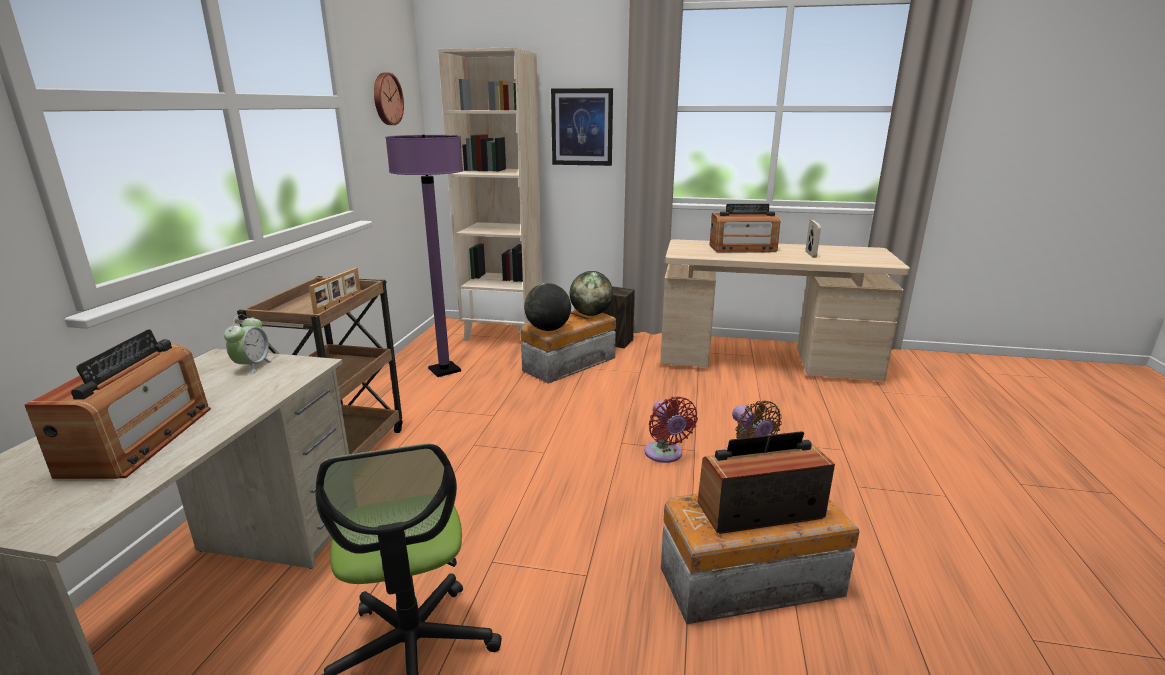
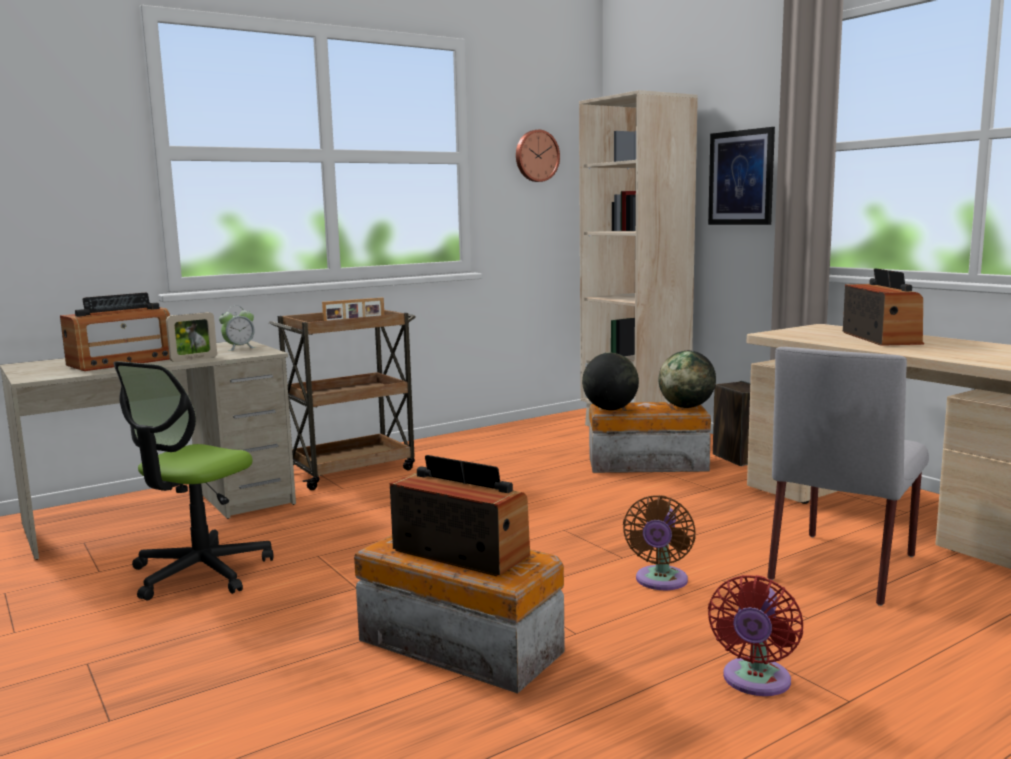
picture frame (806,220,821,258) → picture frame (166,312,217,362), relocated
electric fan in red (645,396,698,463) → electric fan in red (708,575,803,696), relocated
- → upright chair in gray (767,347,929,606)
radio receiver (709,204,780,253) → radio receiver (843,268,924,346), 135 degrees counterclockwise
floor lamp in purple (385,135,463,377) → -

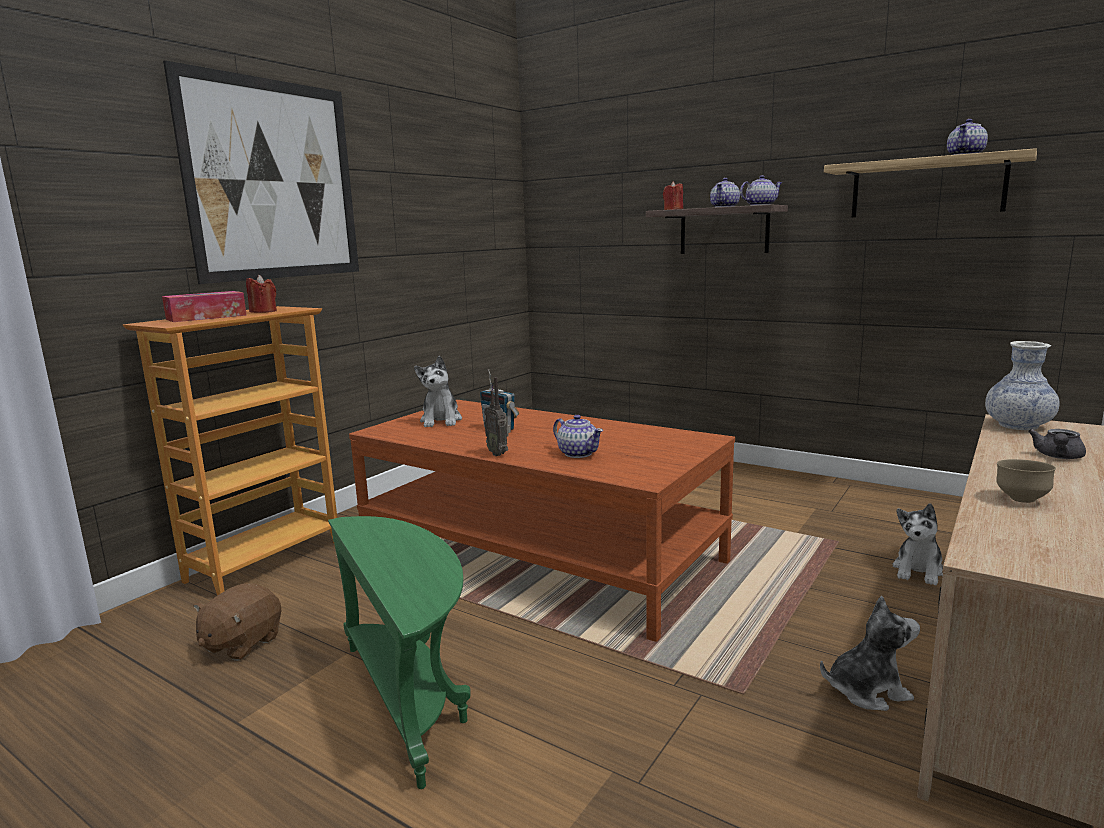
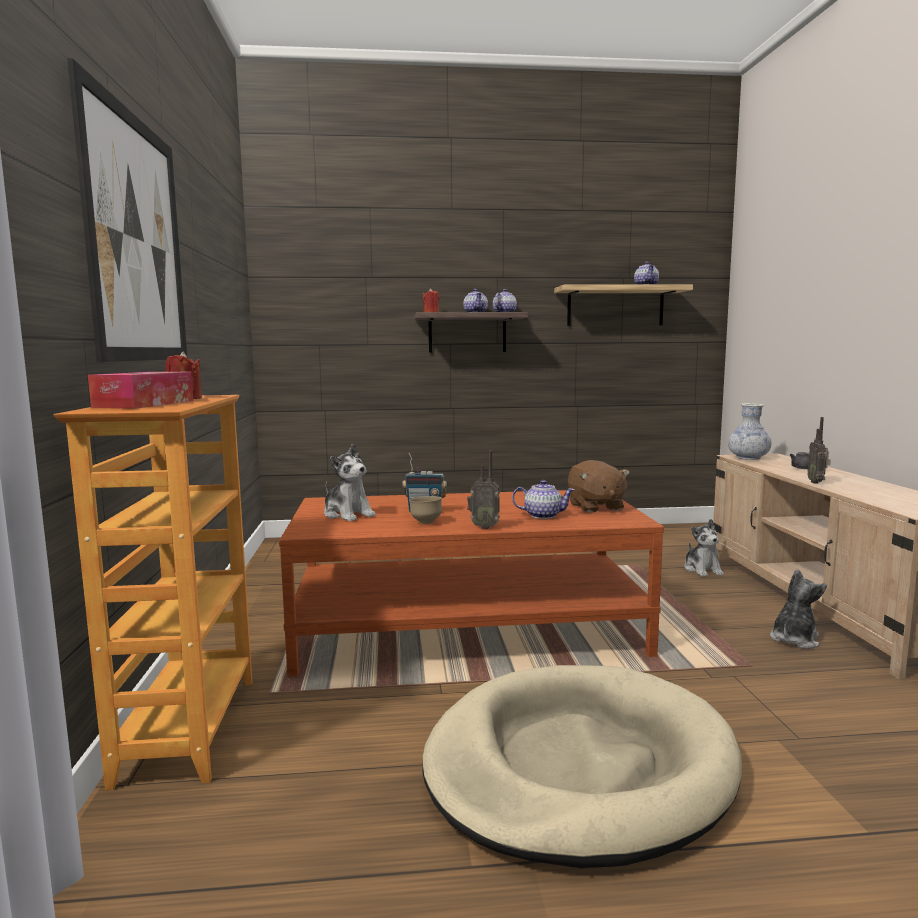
serving bowl in brown (996,459,1056,503) → serving bowl in brown (409,496,442,524), relocated
accent table in greenish (328,516,470,789) → pet bed in beige (423,665,742,868)
soft toy in brown (193,583,281,661) → soft toy in brown (568,460,630,513), relocated
- → radio receiver (807,417,831,484)

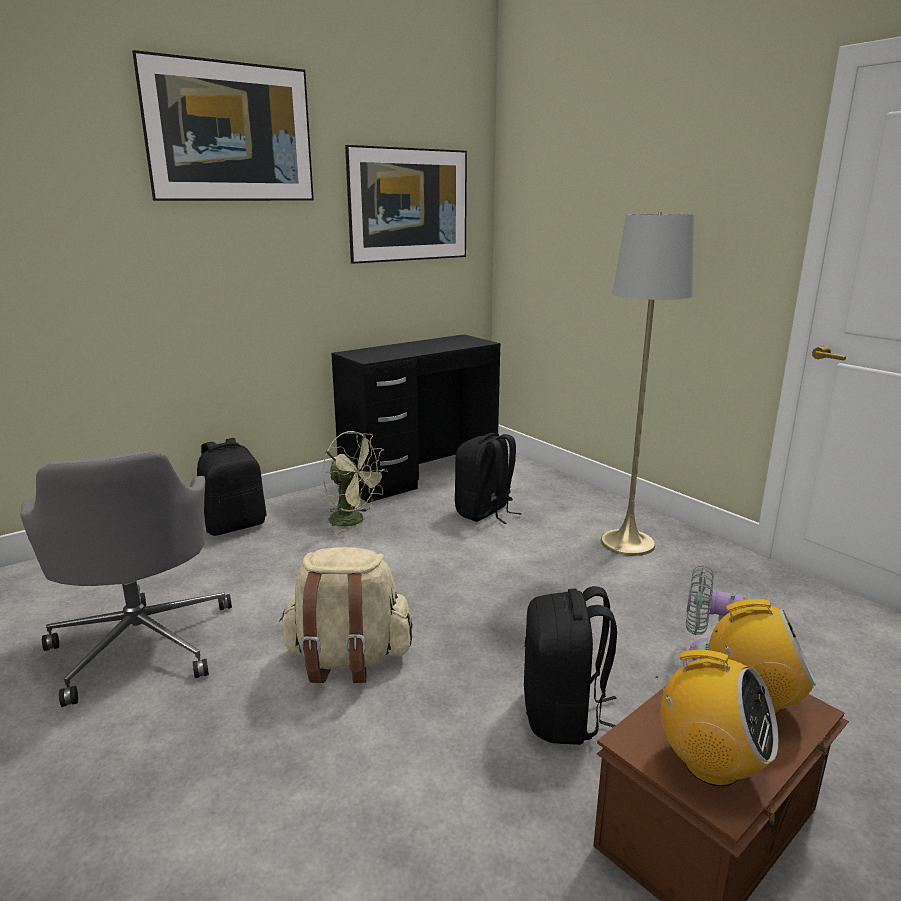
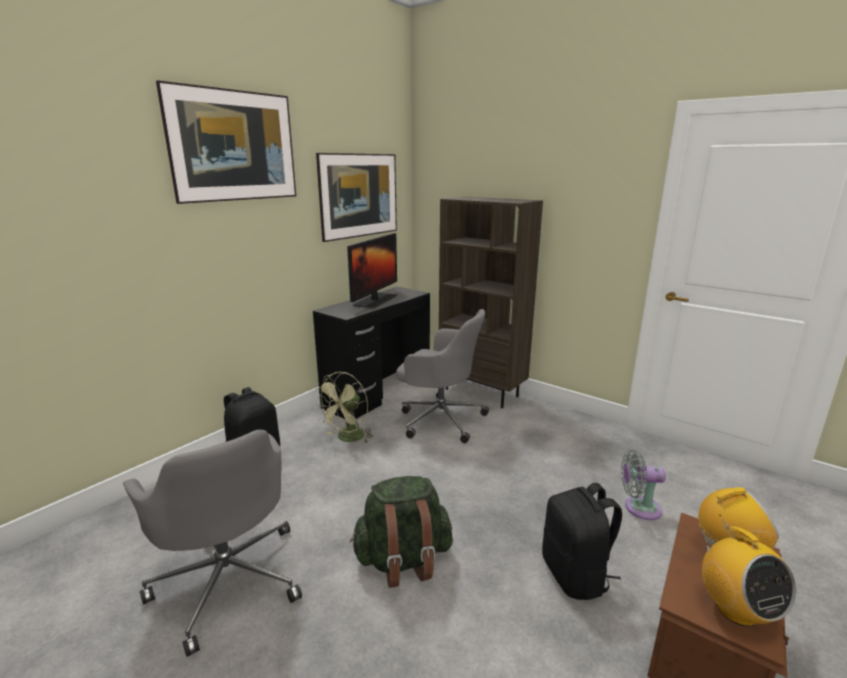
electric fan in greenish (323,431,388,534) → electric fan in greenish (314,372,373,443), 105 degrees clockwise
- → computer screen (347,233,397,309)
backpack in beige (279,547,413,683) → backpack in greenish (350,476,453,588)
backpack in black-coloured (455,433,522,524) → office chair in gray (396,309,489,443)
- → shelving unit in brown (439,197,543,408)
radio receiver (655,650,778,787) → radio receiver (702,526,796,627), 60 degrees clockwise
floor lamp in gray (601,212,695,556) → -

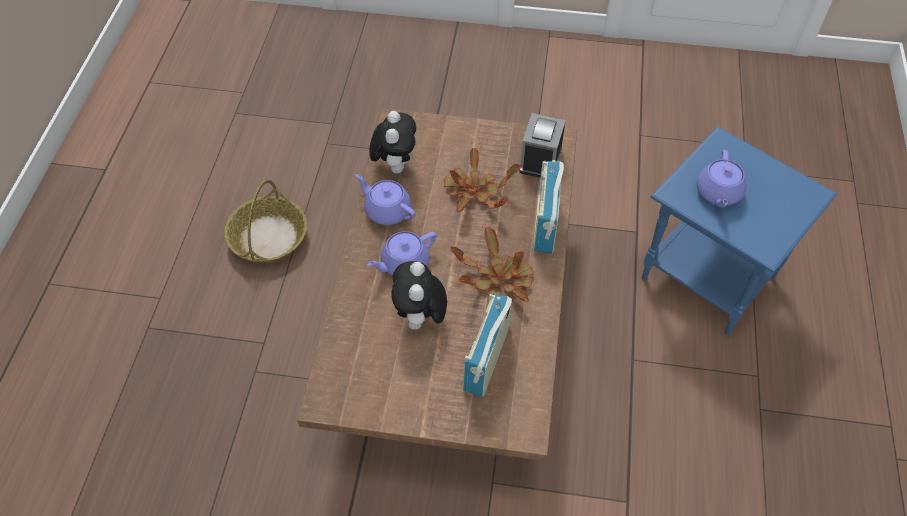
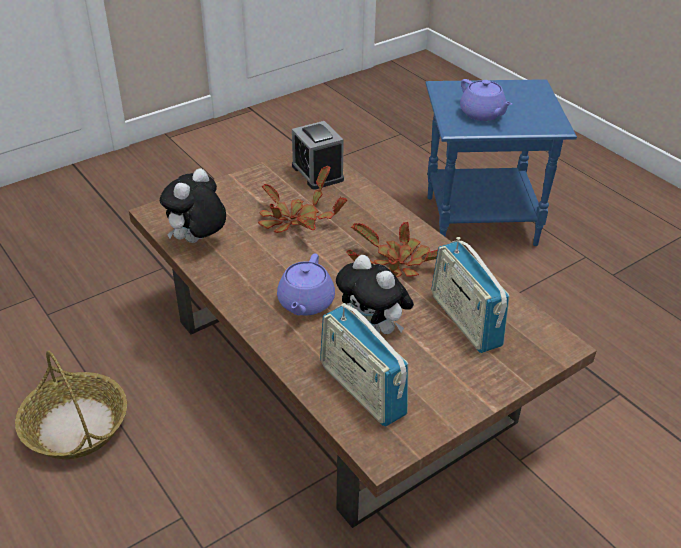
soft toy (369,111,416,173) → soft toy (160,168,226,243), 105 degrees counterclockwise
radio receiver (533,160,564,254) → radio receiver (320,303,408,427), relocated
pot for tea in purple (356,174,416,225) → -

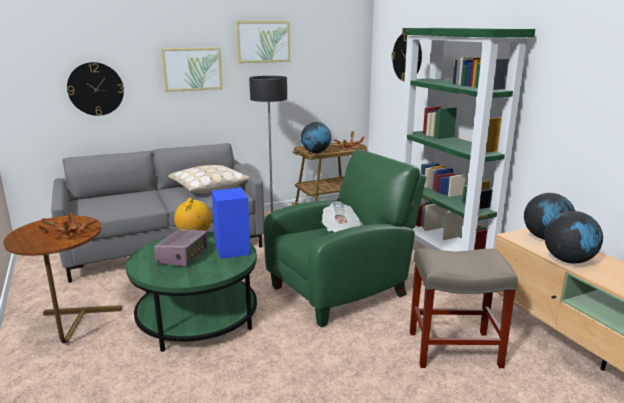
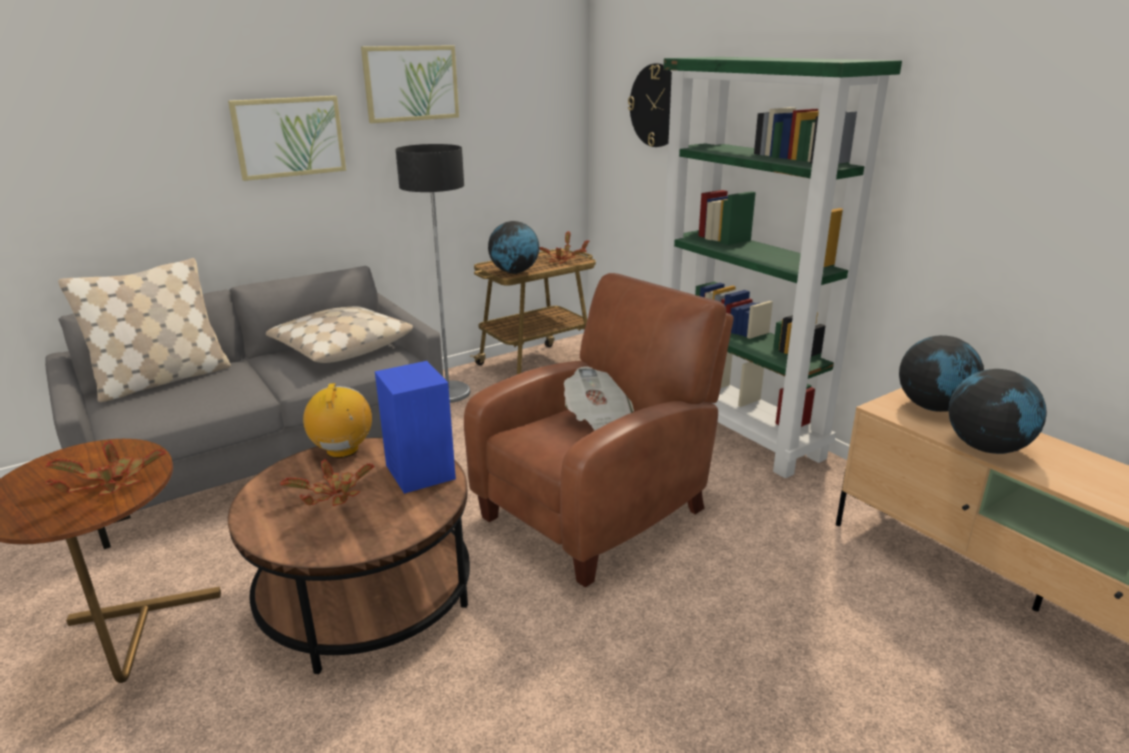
- → pillow in beige (58,258,231,402)
coffee table in greenish (126,232,257,352) → coffee table in brown (228,438,470,674)
radio receiver (154,230,207,266) → potted plant (280,459,375,506)
armchair in greenish (264,150,426,327) → armchair in brown (464,273,733,587)
wall clock (67,62,124,116) → -
stool in beige (410,248,518,368) → -

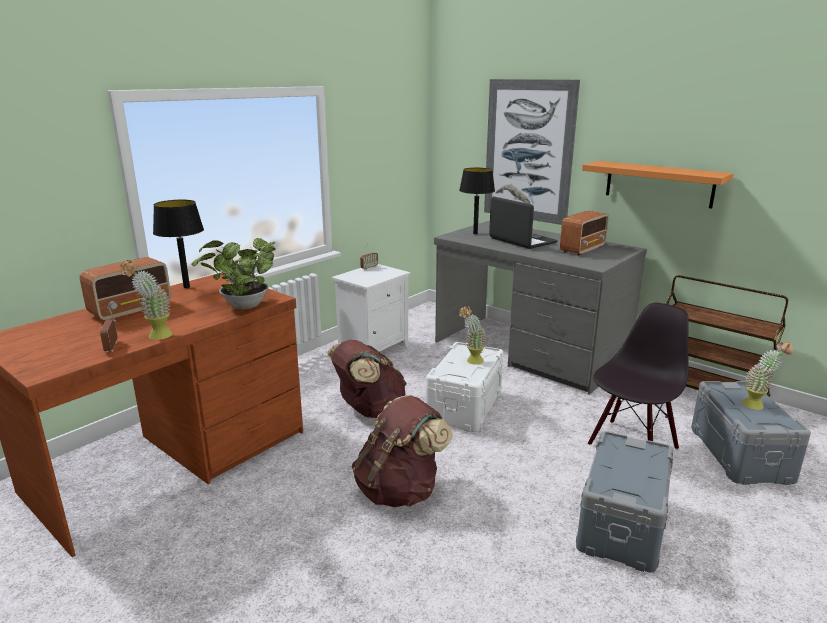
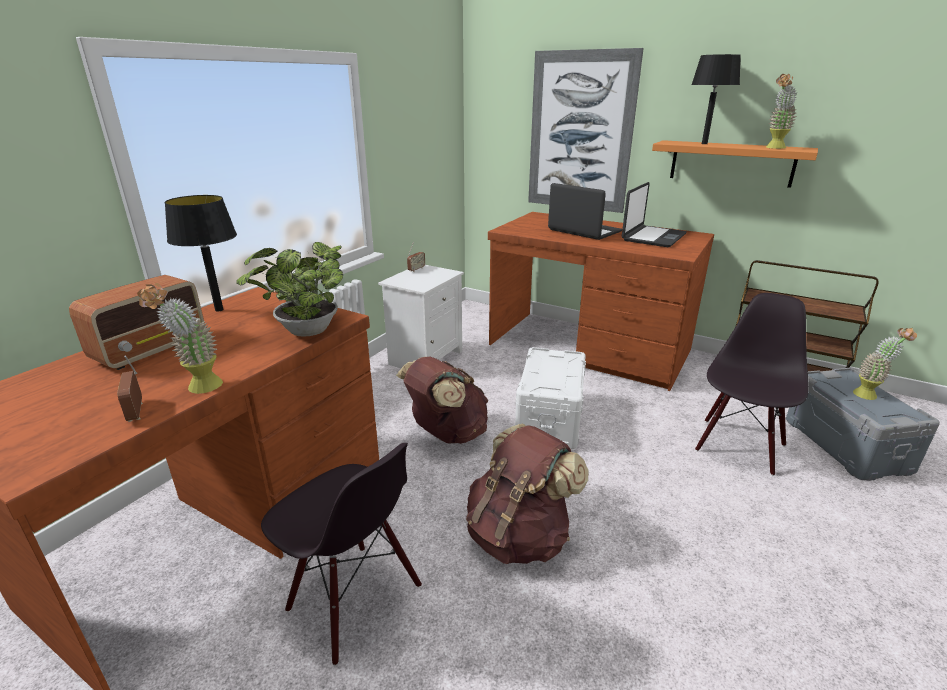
- → upright chair in black-coloured (261,443,422,666)
desk unit in gray (434,221,647,395) → desk unit in brown (488,212,714,391)
radio receiver (560,211,609,256) → notebook computer (622,182,687,247)
table lamp in black-coloured (459,168,495,234) → table lamp in black-coloured (691,54,741,144), relocated
potted plant (459,306,486,365) → potted plant (766,73,797,149), relocated
storage container in gray (576,431,673,573) → -

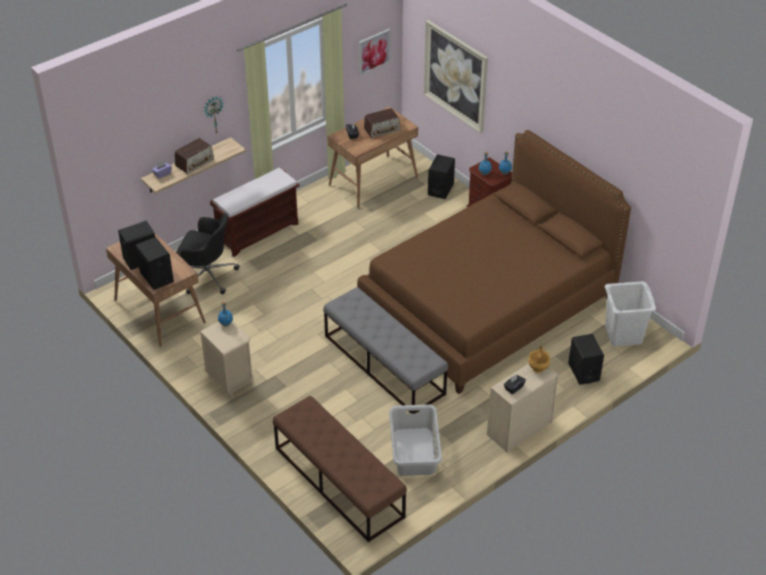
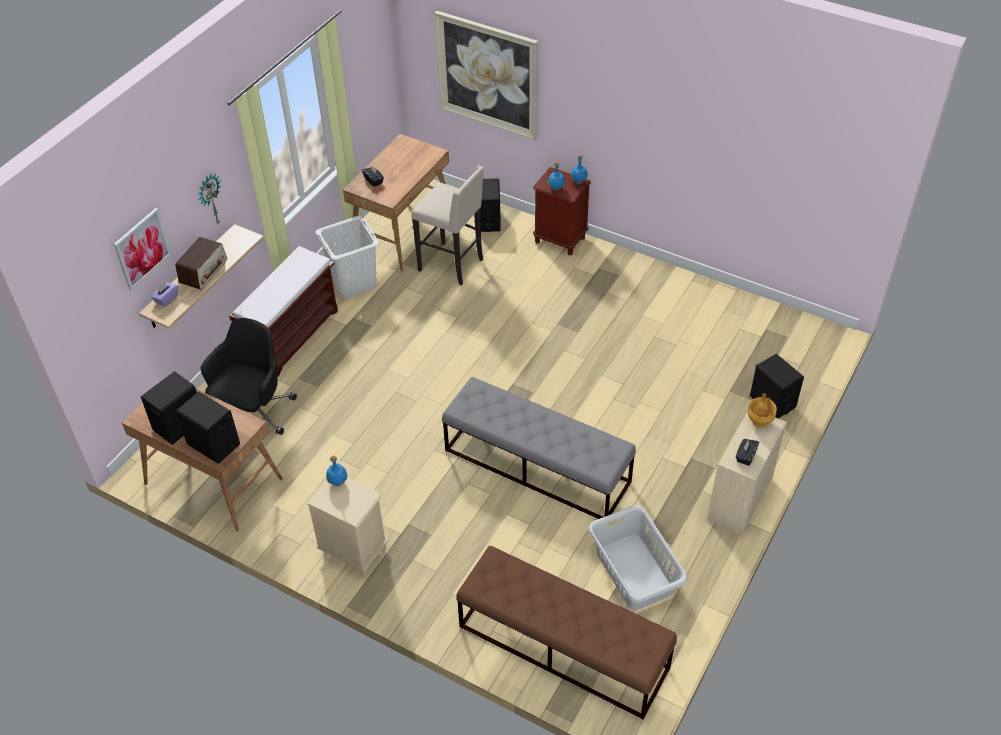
picture (359,29,390,76) → picture (114,208,171,290), relocated
office chair in black-coloured (176,213,240,294) → office chair in black-coloured (201,318,297,435), 60 degrees counterclockwise
washing basket in whitish (605,281,656,346) → washing basket in whitish (315,216,379,298), relocated
- → stool in beige (411,166,484,286)
sleeping bed in brown (357,130,631,394) → -
radio receiver (364,108,400,138) → -

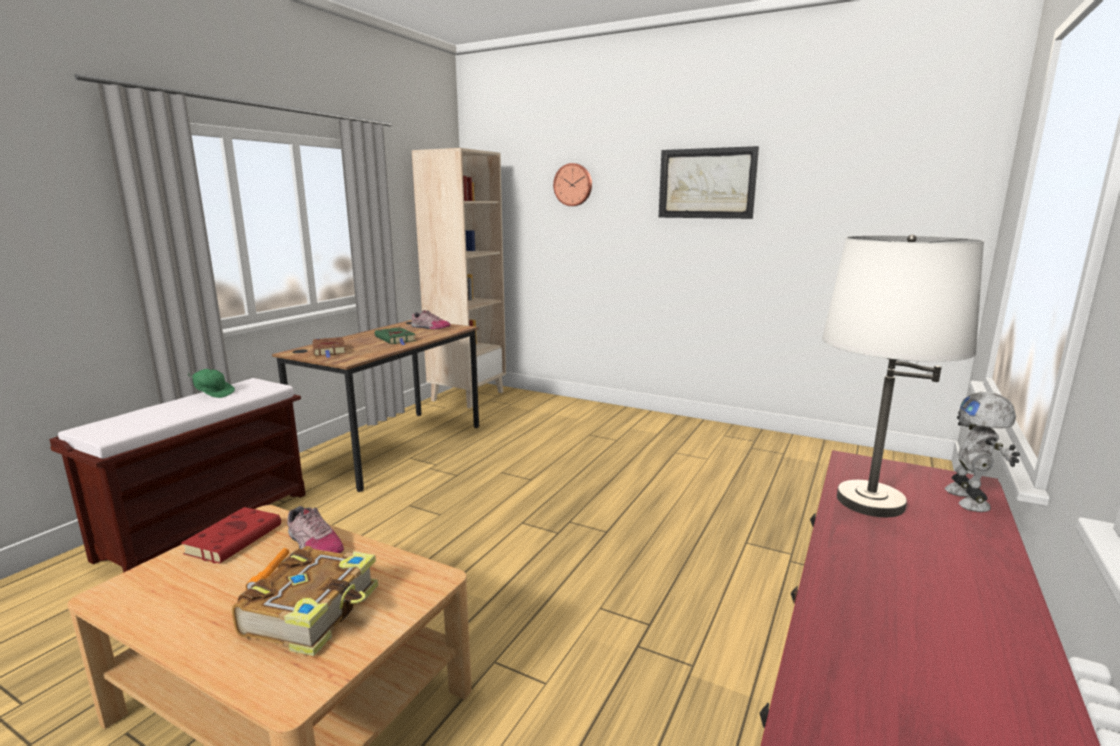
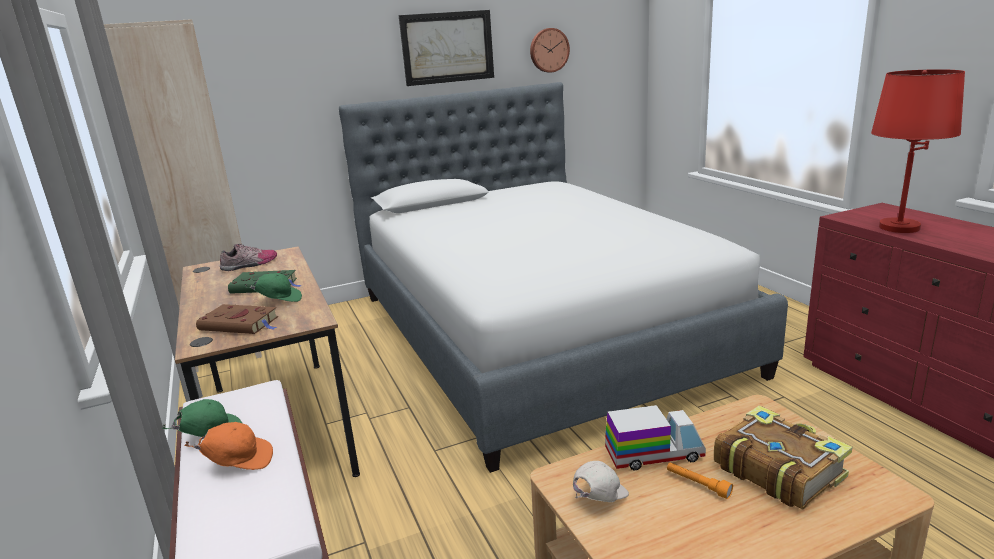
- → baseball cap in orange-coloured (184,422,273,470)
- → baseball cap in greenish (244,273,302,302)
- → sleeping bed (339,82,788,473)
wall clock (553,163,592,206) → wall clock (530,28,570,73), relocated
volume in red (181,507,281,564) → baseball cap in whitish (573,461,629,502)
low shoe (287,506,344,553) → model truck (605,405,706,470)
table lamp in whitish (822,234,984,517) → table lamp in red (871,69,965,233)
robot figure (945,392,1020,512) → -

